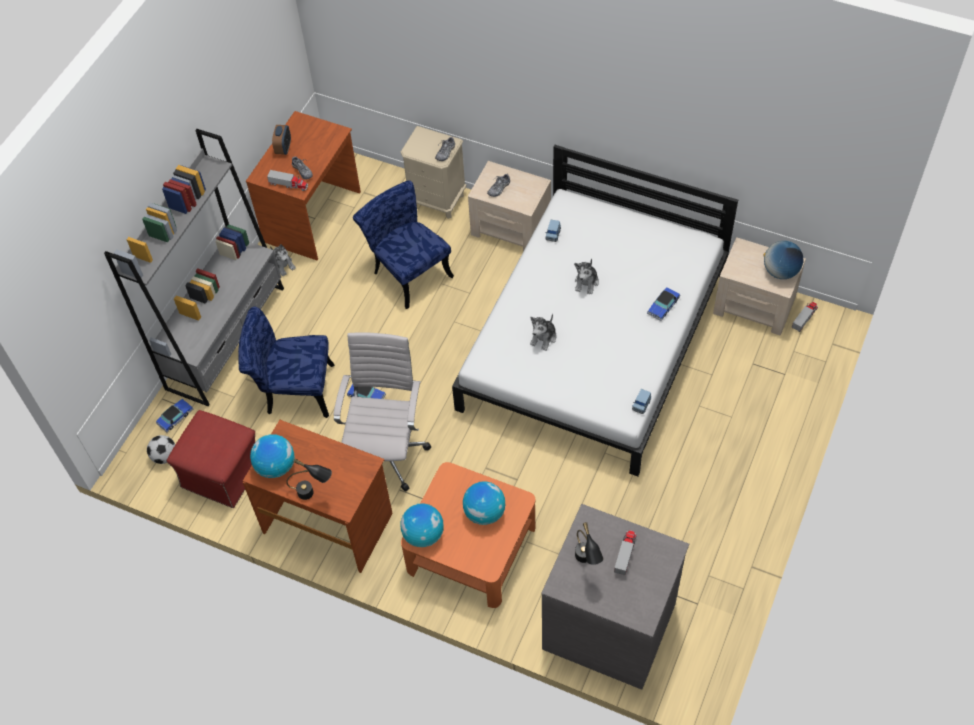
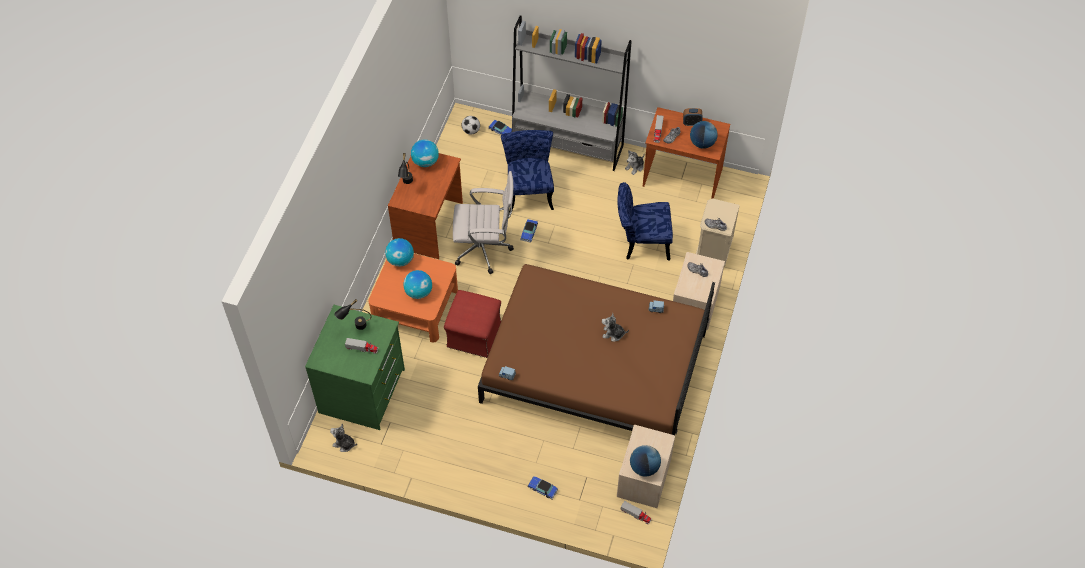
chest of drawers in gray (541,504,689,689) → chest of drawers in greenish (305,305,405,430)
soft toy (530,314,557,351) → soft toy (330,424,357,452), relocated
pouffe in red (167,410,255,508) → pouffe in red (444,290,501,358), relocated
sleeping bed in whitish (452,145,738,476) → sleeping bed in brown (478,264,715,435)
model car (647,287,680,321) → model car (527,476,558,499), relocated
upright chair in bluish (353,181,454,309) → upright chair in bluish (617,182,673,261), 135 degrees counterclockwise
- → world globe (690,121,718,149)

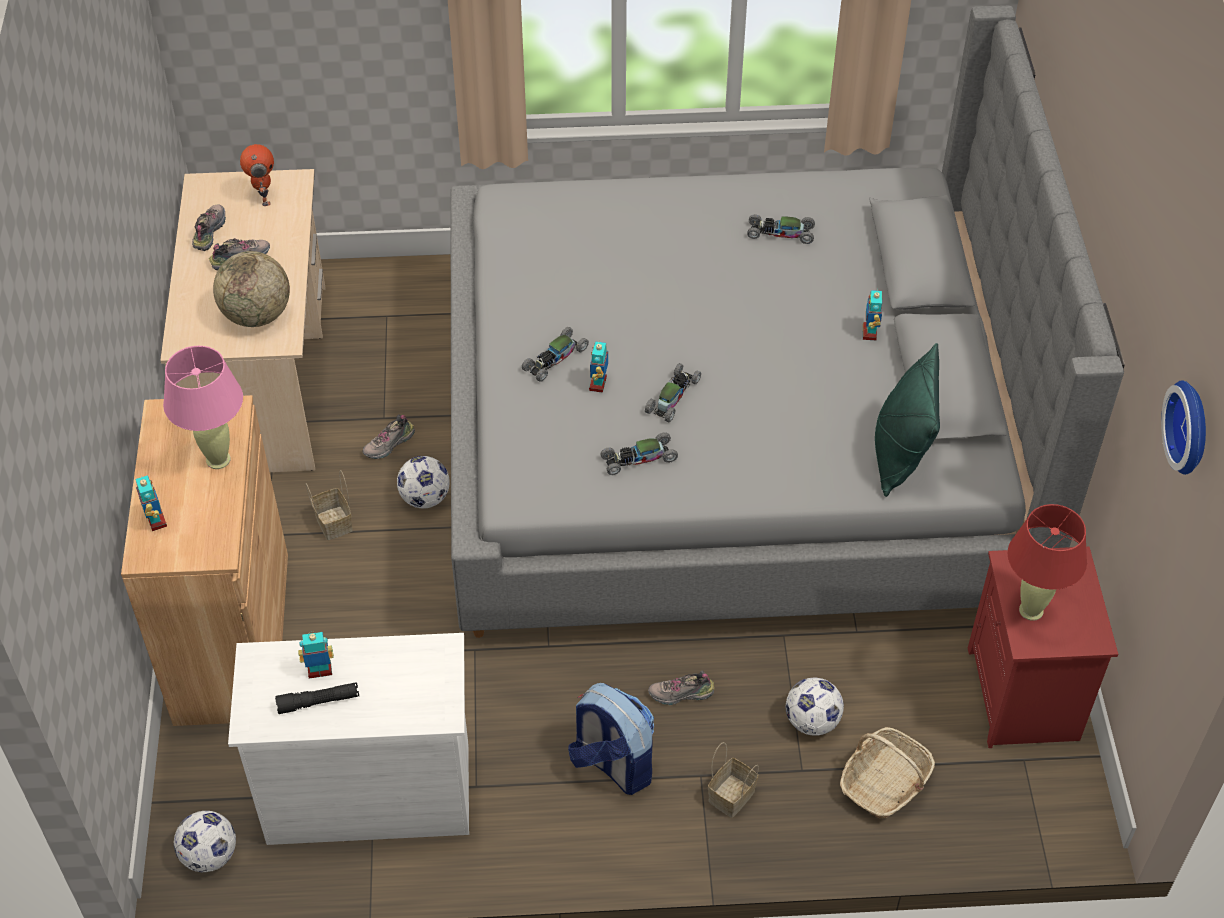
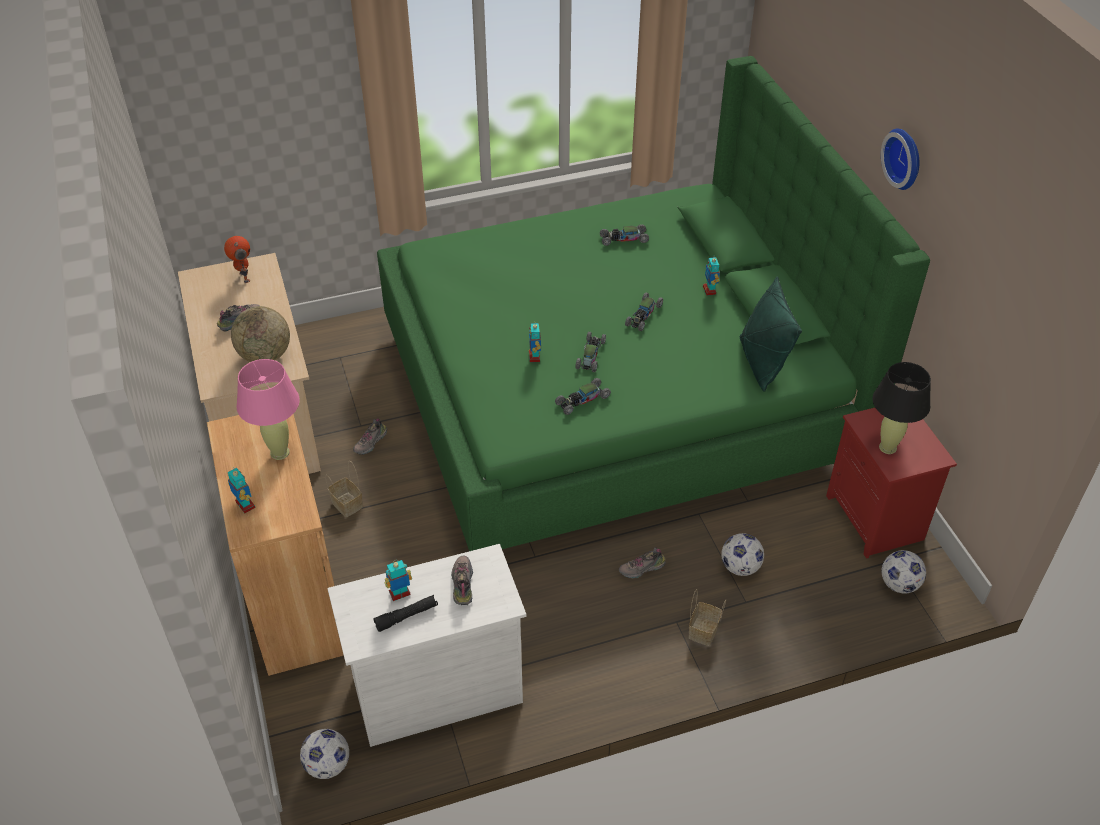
sleeping bed in gray (450,5,1125,638) → sleeping bed in greenish (377,56,930,551)
low shoe (192,205,226,251) → low shoe (451,556,473,605), relocated
model car (522,327,589,382) → model car (625,292,663,331), relocated
table lamp in red (1008,504,1087,621) → table lamp in black-coloured (873,362,931,454)
wall clock (1161,380,1206,475) → wall clock (881,128,919,190), relocated
football ball (397,456,450,508) → football ball (881,550,926,593), relocated
backpack (568,683,654,795) → -
household basket (840,727,935,819) → -

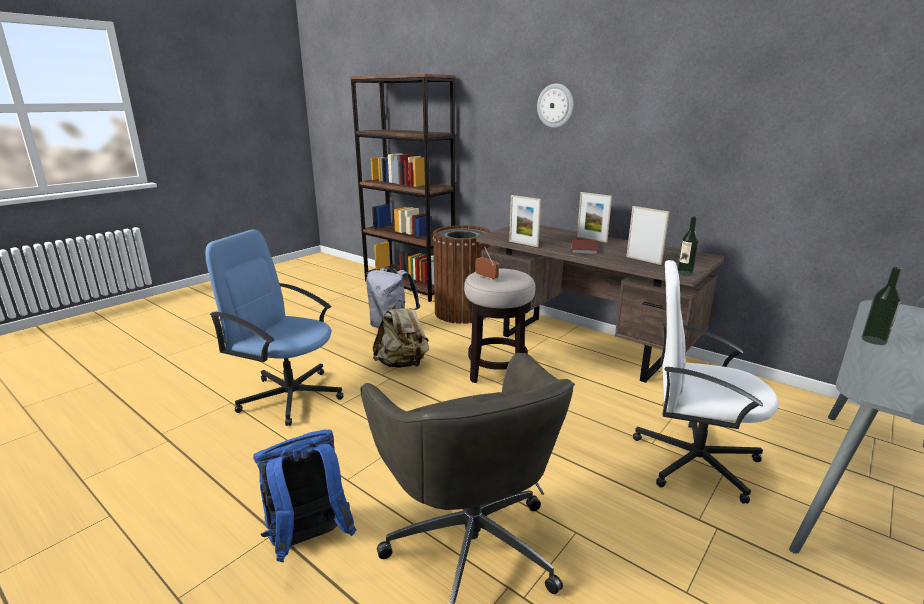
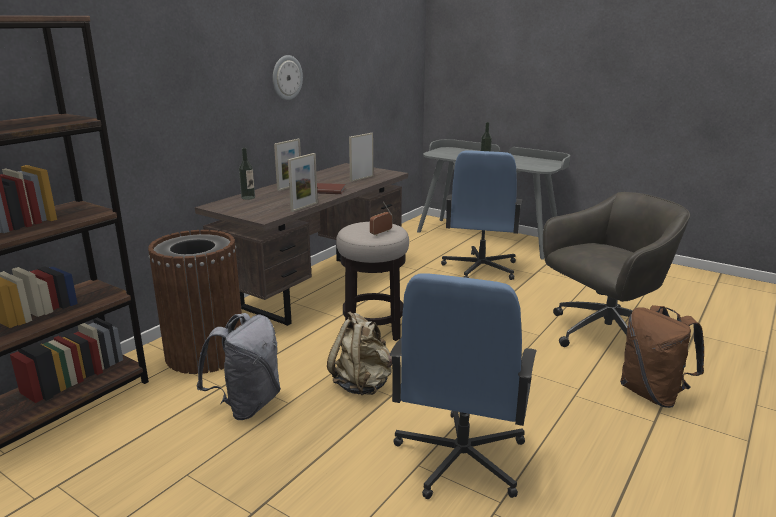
bottle (677,216,699,276) → bottle (239,148,255,200), relocated
wall clock (537,83,574,128) → wall clock (273,55,303,100), relocated
office chair in whitish (633,260,779,504) → office chair in bluish (441,151,522,280)
backpack in bluish (253,429,356,562) → backpack in brown (620,305,704,408)

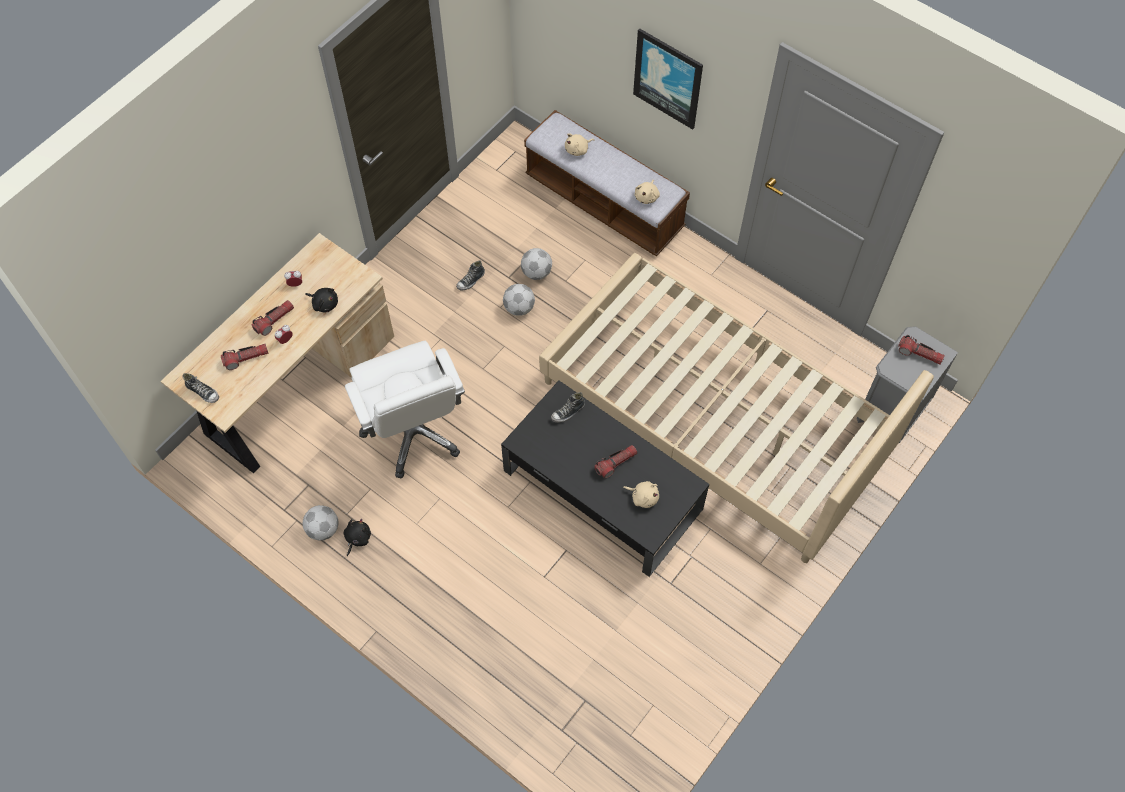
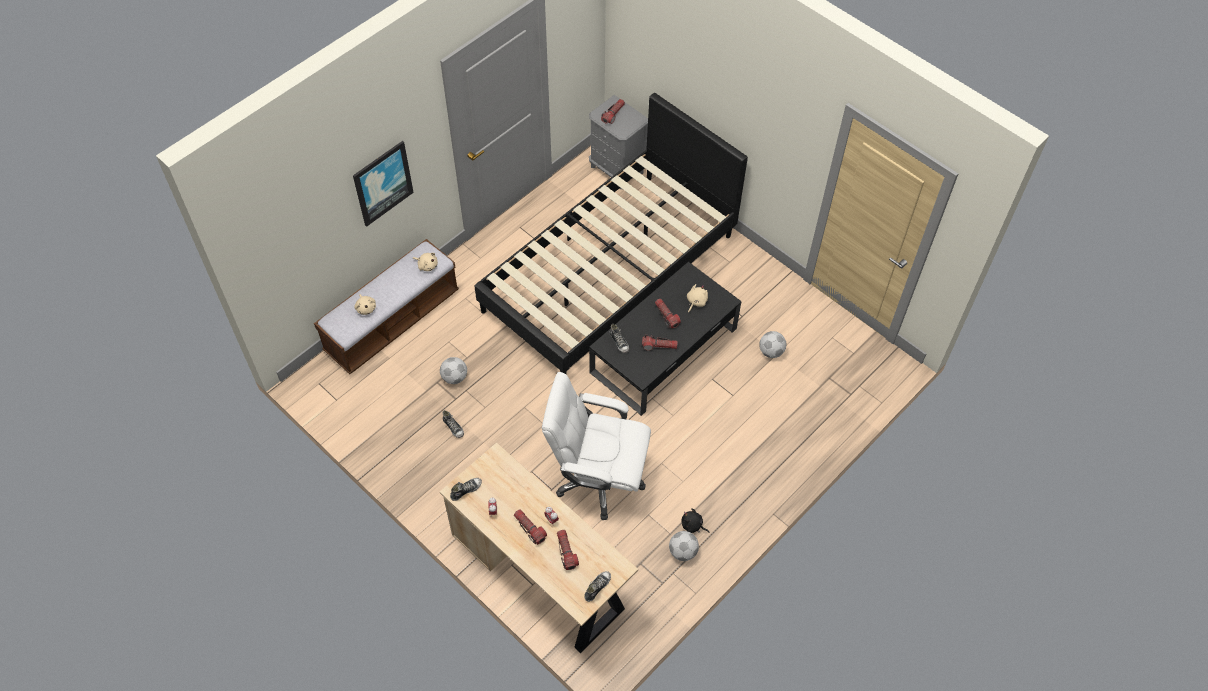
- → low shoe (450,478,482,501)
sleeping bed in beige (539,253,934,563) → sleeping bed in black-coloured (474,93,748,374)
office chair in whitish (345,341,465,479) → office chair in whitish (542,372,651,520), 150 degrees counterclockwise
- → hand torch (642,335,678,351)
football ball (503,284,535,316) → football ball (759,331,786,358), relocated
soft toy in black-coloured (305,288,338,312) → -

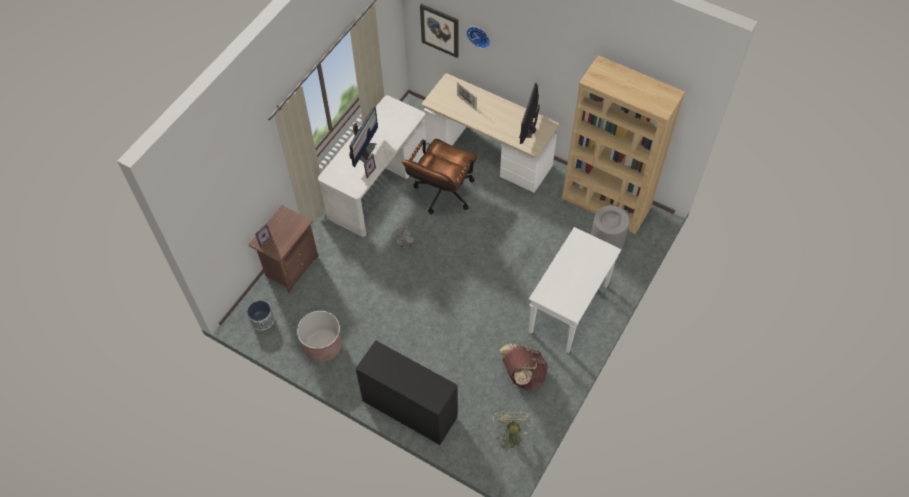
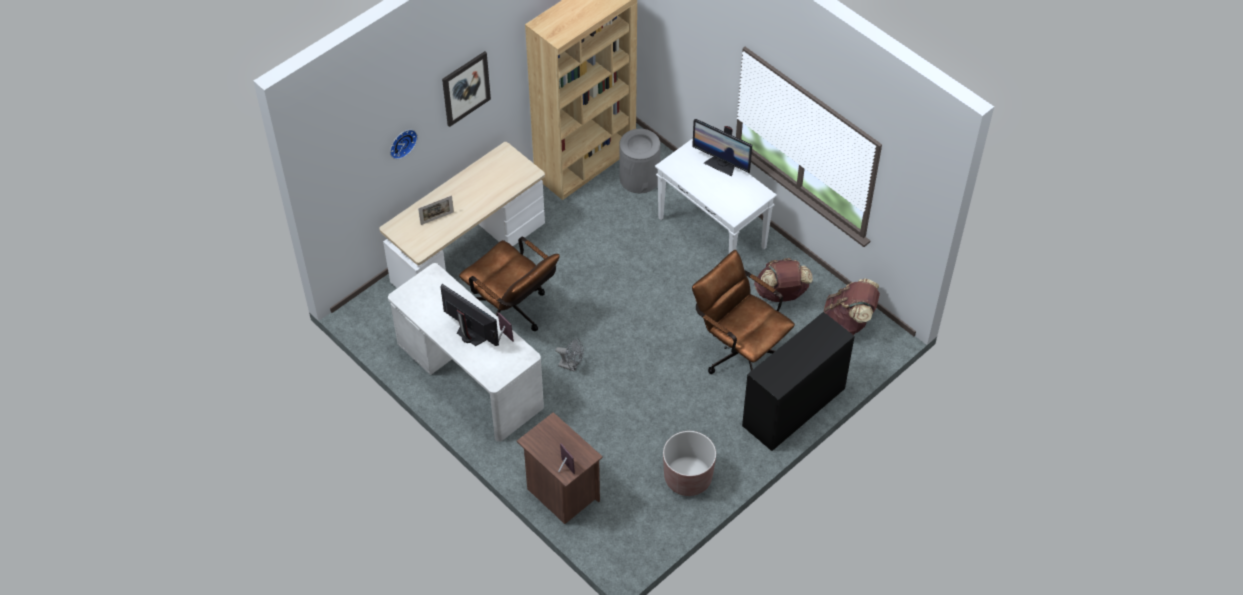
picture (420,4,459,58) → picture (442,51,491,127), relocated
computer screen (519,83,540,144) → computer screen (692,119,752,176), relocated
- → office chair in brown (692,250,795,374)
electric fan in greenish (492,411,534,451) → backpack in brown (824,278,880,335)
planter (247,300,274,330) → -

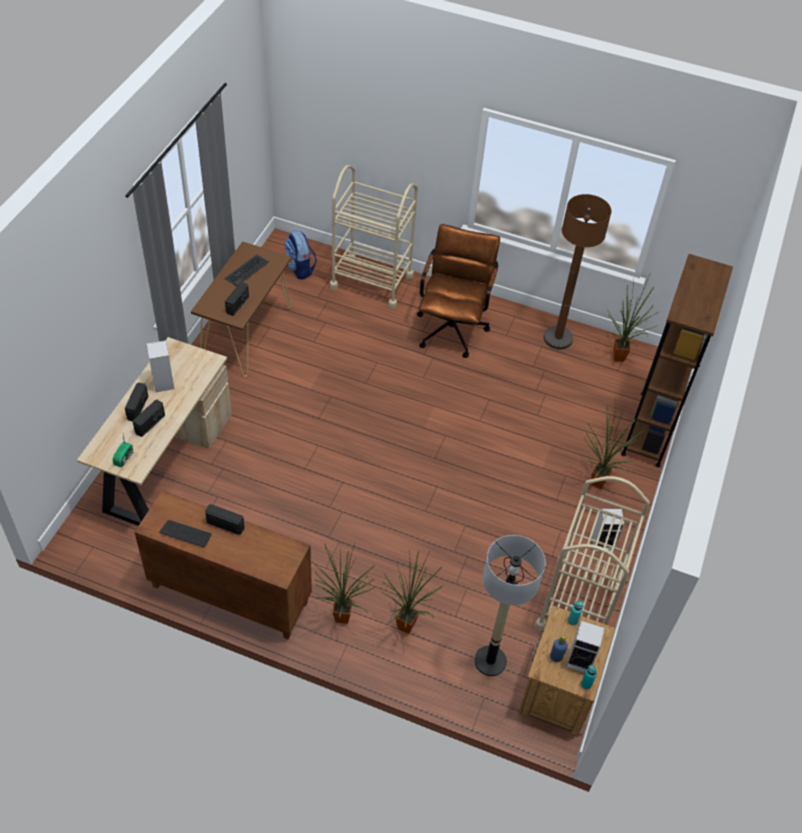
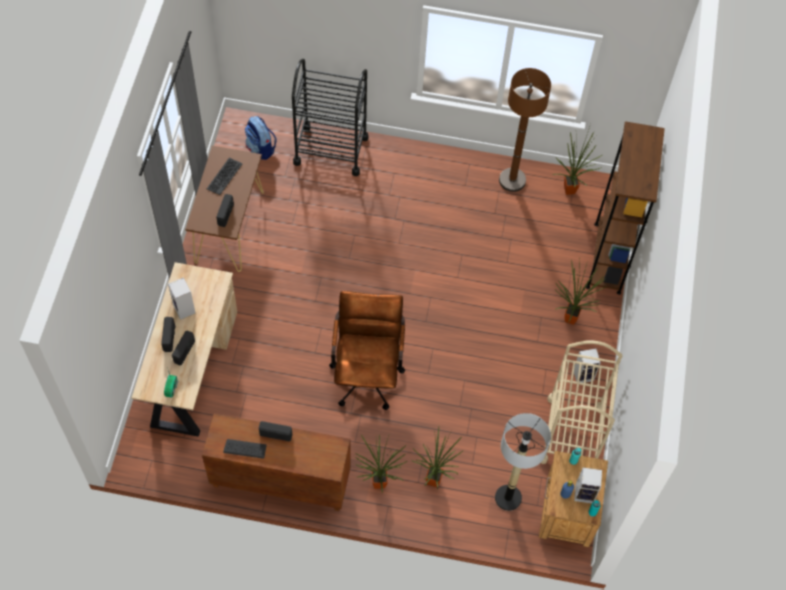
wheeled cart in beige (329,165,418,309) → wheeled cart in black-coloured (292,59,369,176)
office chair in brown (417,224,500,358) → office chair in brown (329,291,405,410), relocated

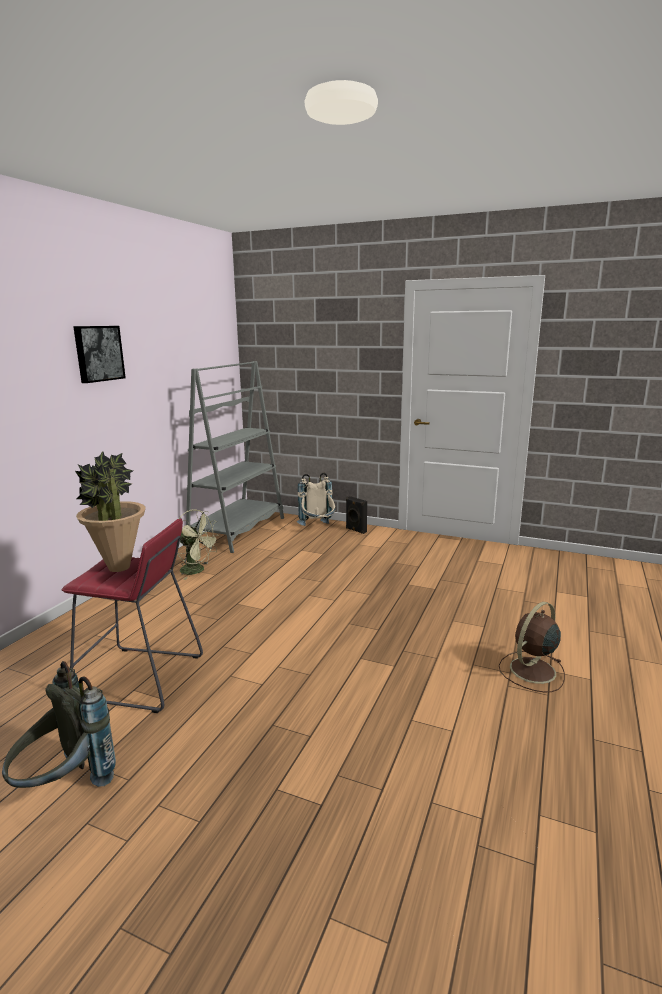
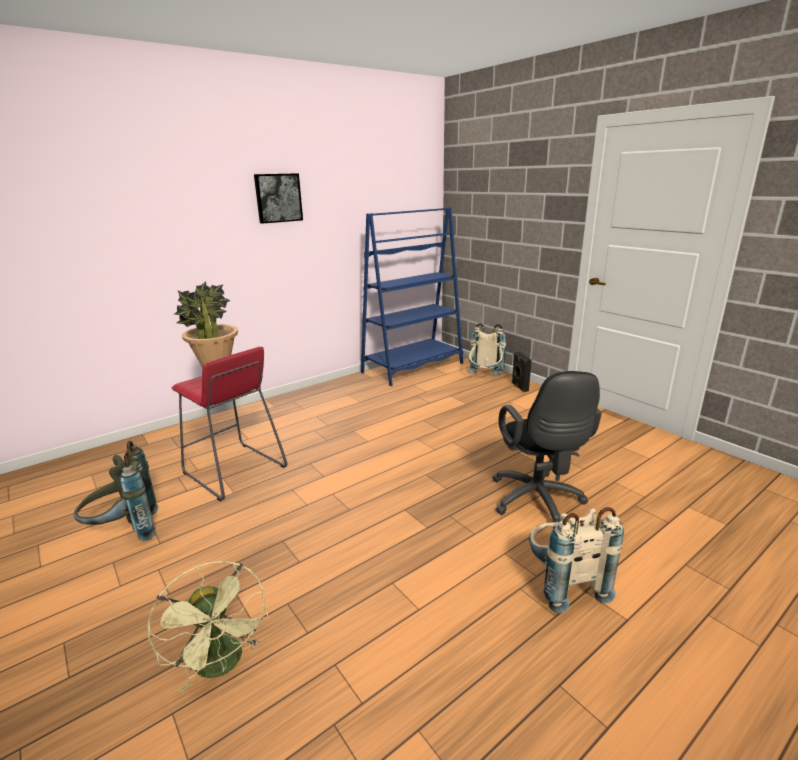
electric fan in greenish (177,509,220,580) → electric fan in greenish (147,561,268,693), relocated
shelving unit in gray (186,361,284,553) → shelving unit in bluish (361,207,463,386)
- → office chair in black-coloured (492,371,602,528)
electric fan in brown (499,602,565,692) → backpack in beige (529,507,624,613)

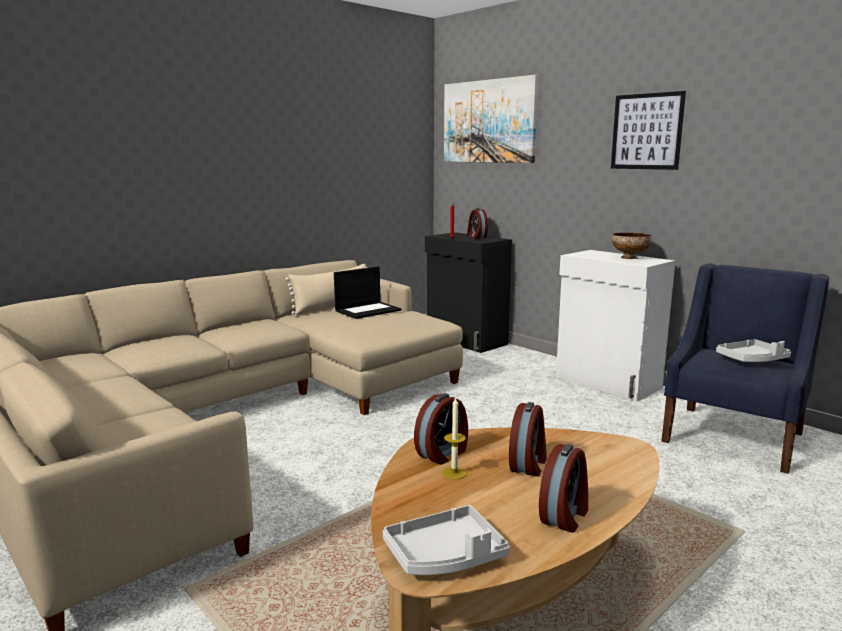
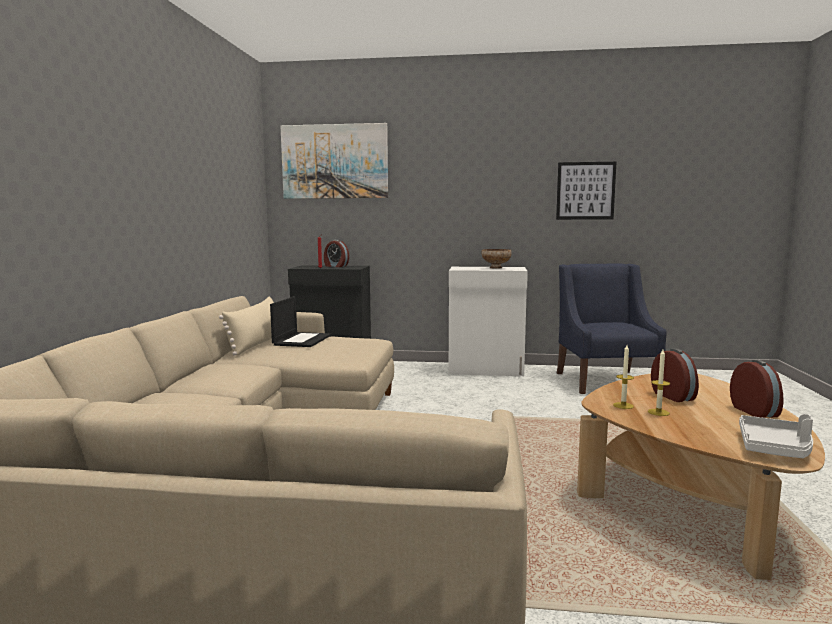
picture (611,91,686,170) → picture (556,162,616,220), relocated
bedside clock (414,393,468,465) → wax candle (613,345,634,409)
carrying tray in gray (716,339,791,362) → -

